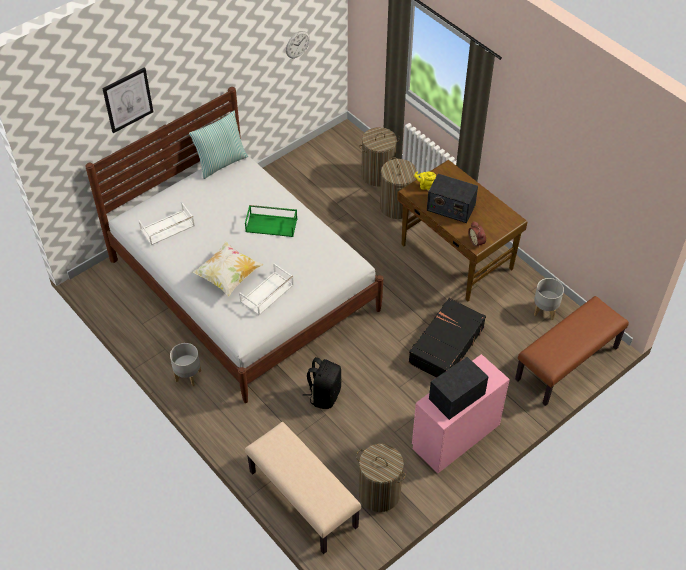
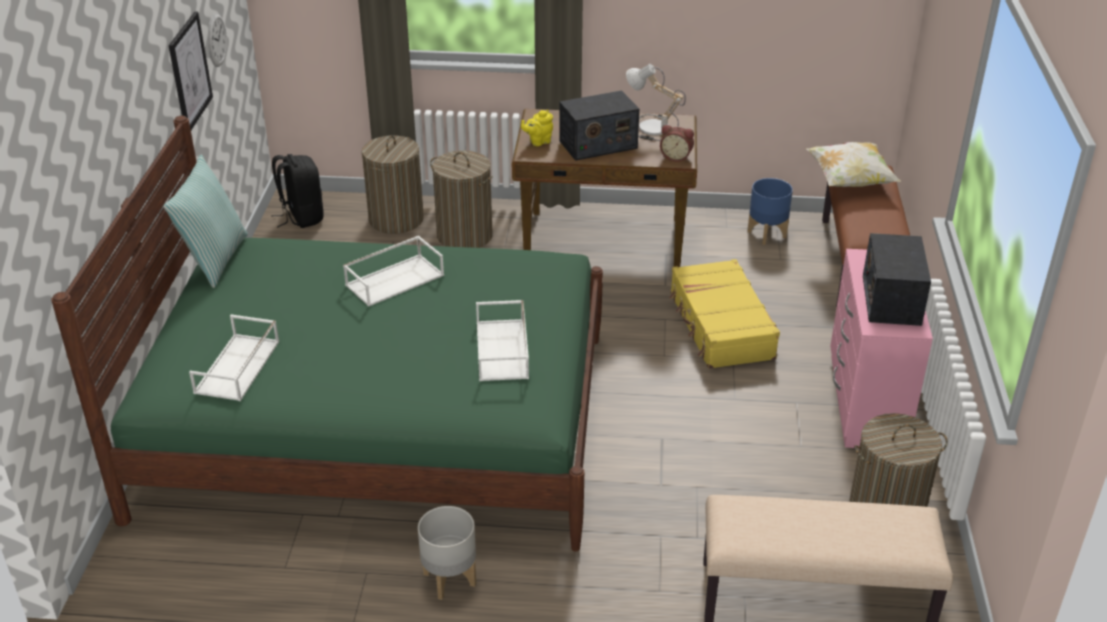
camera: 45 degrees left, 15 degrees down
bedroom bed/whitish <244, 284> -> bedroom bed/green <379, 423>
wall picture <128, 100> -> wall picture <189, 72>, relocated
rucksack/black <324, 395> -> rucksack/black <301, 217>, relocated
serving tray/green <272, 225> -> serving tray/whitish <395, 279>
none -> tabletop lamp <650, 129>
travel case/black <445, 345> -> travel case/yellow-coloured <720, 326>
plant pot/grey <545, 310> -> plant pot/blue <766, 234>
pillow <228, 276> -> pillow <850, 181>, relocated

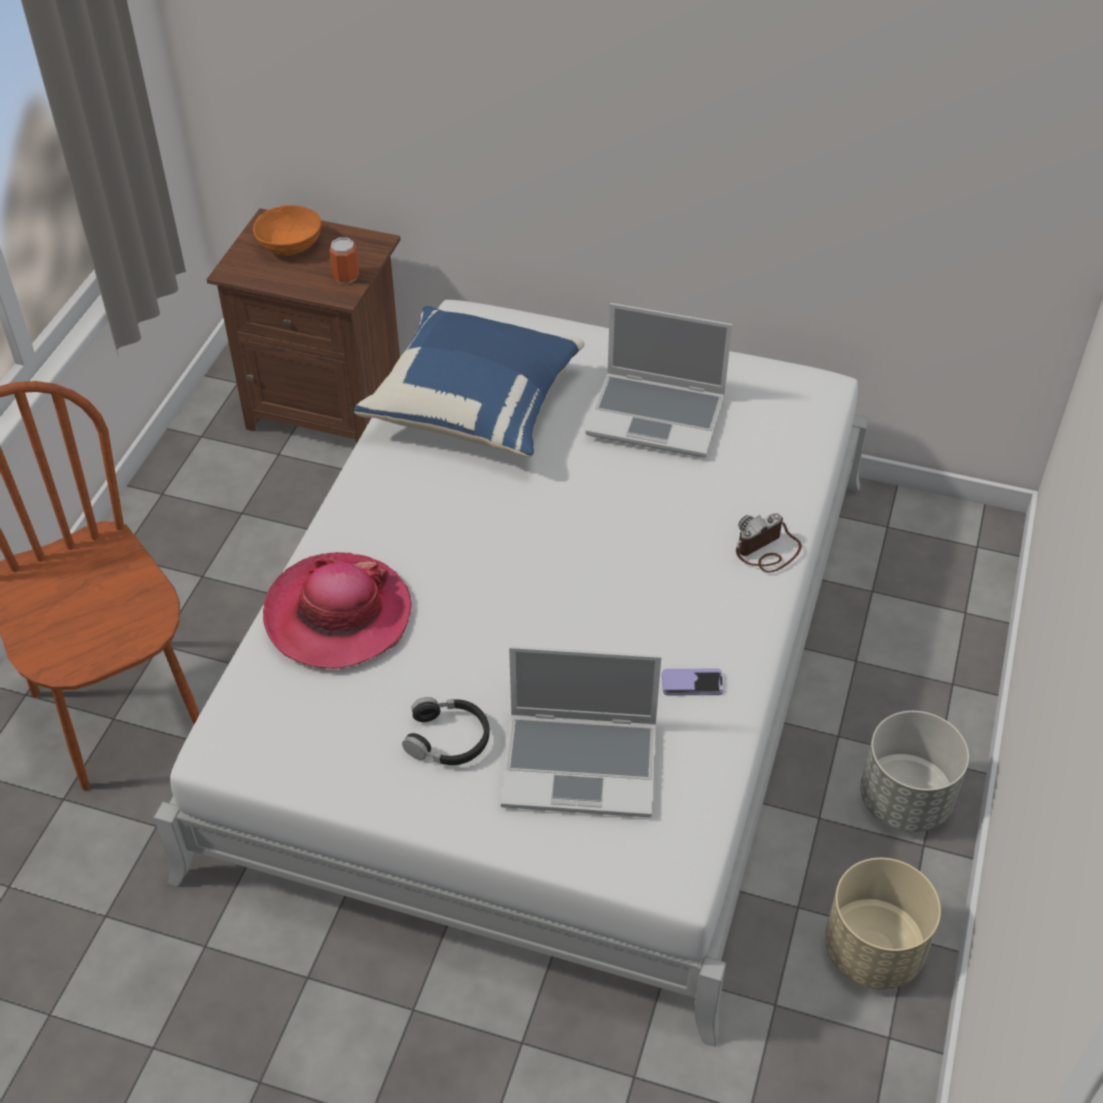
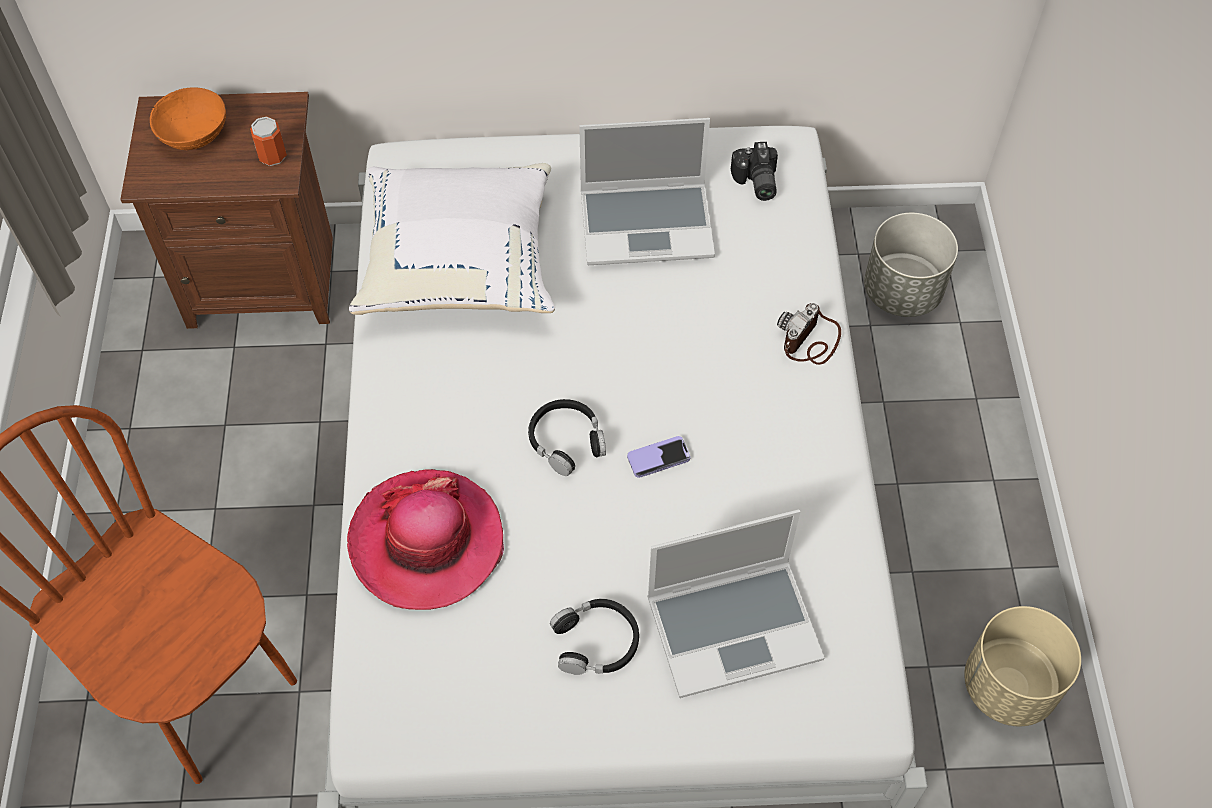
camera: 20 degrees left, 10 degrees up
pillow/blue <475, 406> -> pillow/whitish <460, 262>
none -> pair of headphones/black <566, 441>
handset <692, 683> -> handset <658, 458>, relocated
none -> still camera <755, 182>
plant pot/grey <904, 799> -> plant pot/grey <902, 291>, relocated

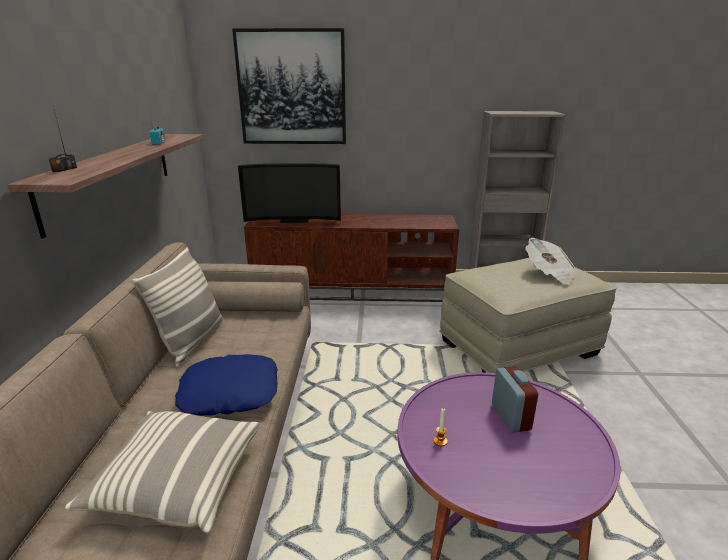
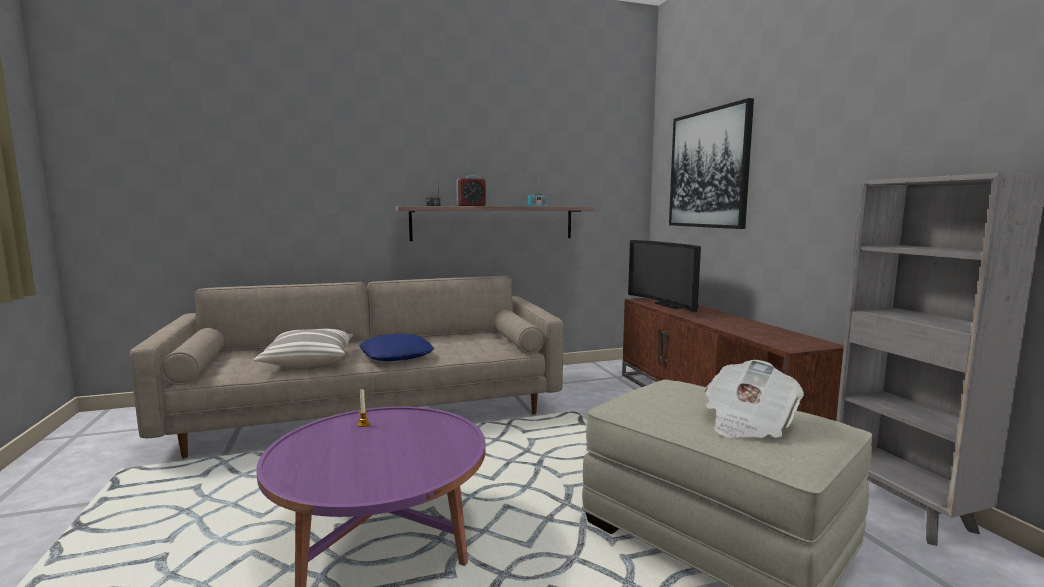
camera: 70 degrees right, 15 degrees down
table clock <510, 417> -> table clock <471, 206>, relocated
pillow <191, 341> -> none

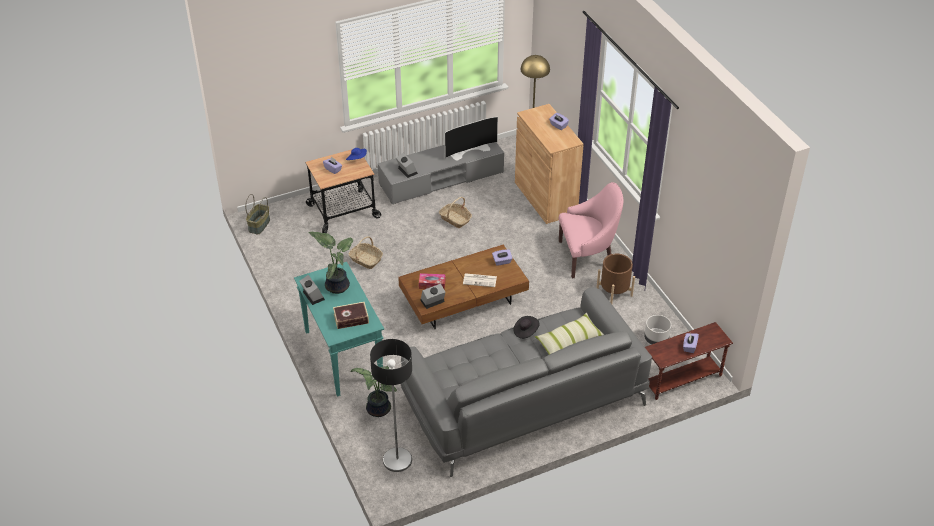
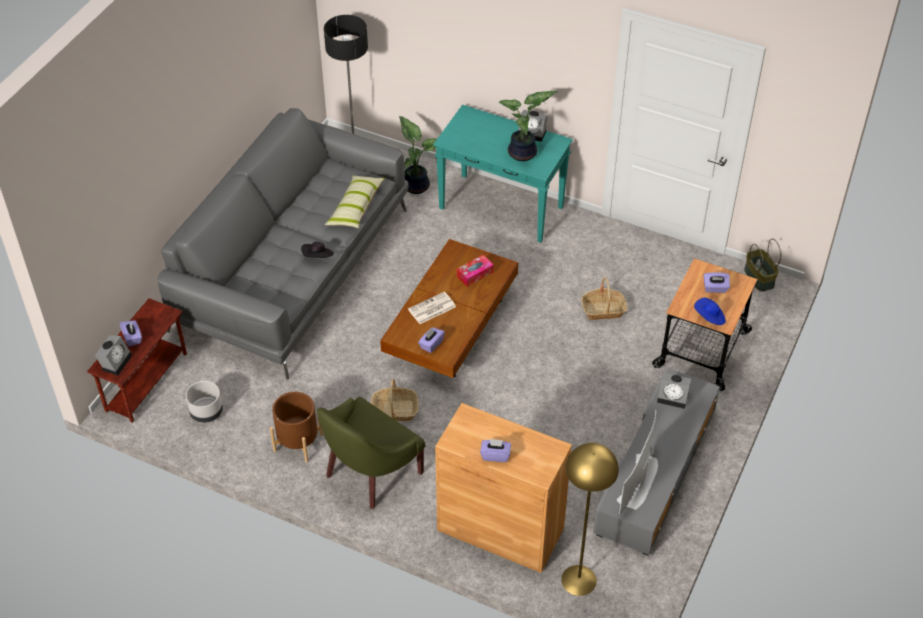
camera: 140 degrees right, 5 degrees up
table clock <432, 302> -> table clock <116, 361>, relocated
lounge chair/pink-coloured <587, 256> -> lounge chair/green <369, 472>
pillow <569, 341> -> pillow <356, 207>, relocated
household basket <455, 219> -> household basket <394, 410>, relocated
volume <351, 319> -> none

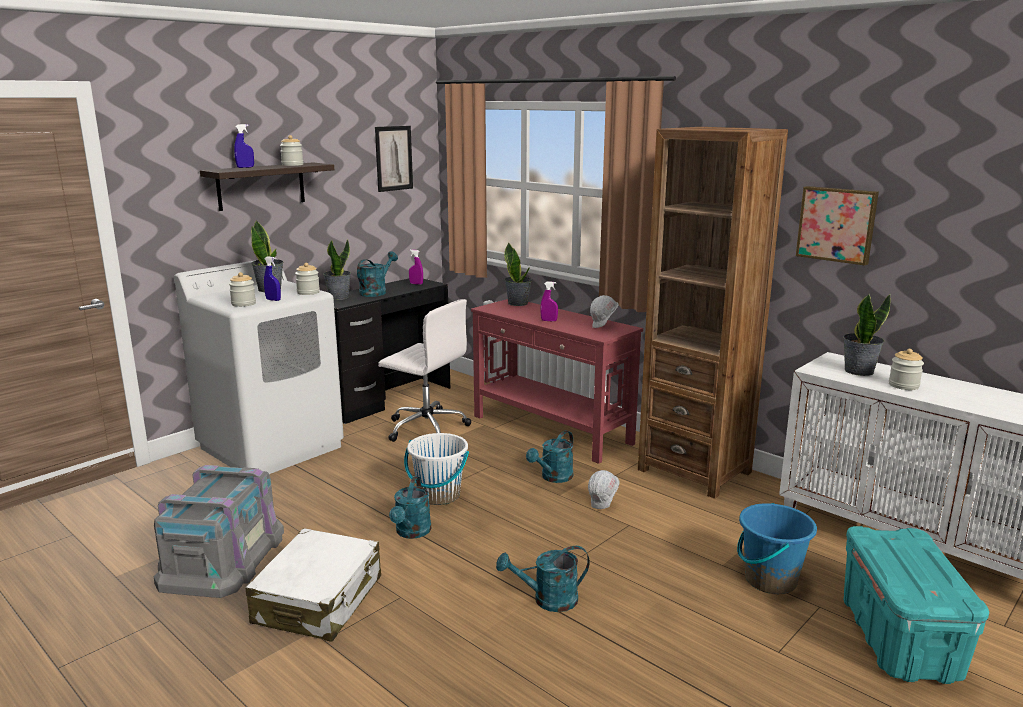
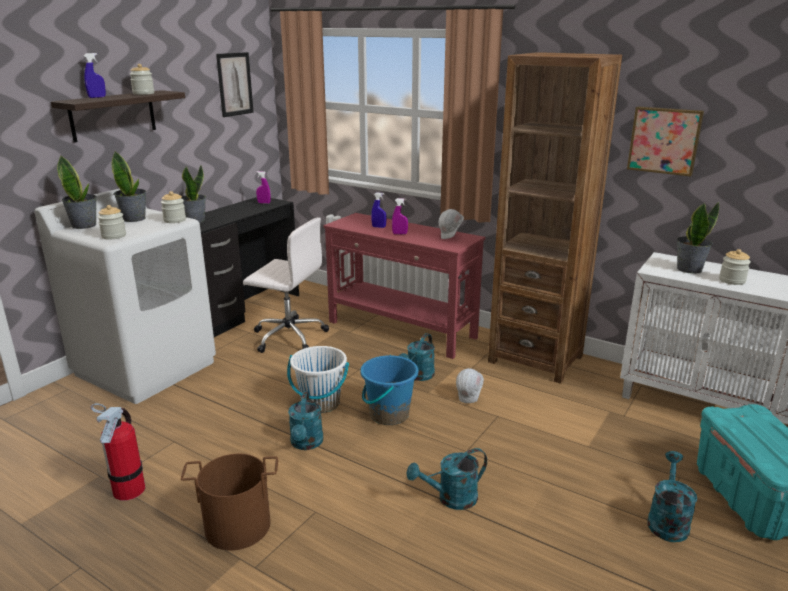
camera: 10 degrees left, 5 degrees up
plant in a pot <518, 303> -> plant in a pot <84, 225>, relocated
storage bin/grey <223, 557> -> fire-fighting cylinder <129, 489>
travel case/whitish <319, 600> -> water bucket/brown-coloured <238, 525>
water bucket/blue <770, 580> -> water bucket/blue <389, 414>, relocated
spray bottle/blue <273, 300> -> spray bottle/blue <379, 227>, relocated
watering pot/blue-green <376, 292> -> watering pot/blue-green <667, 520>, relocated

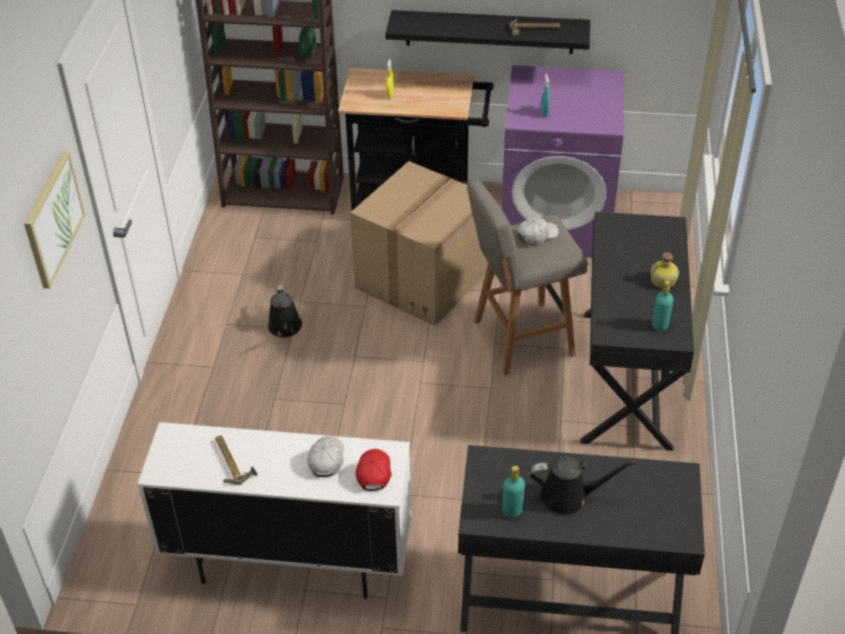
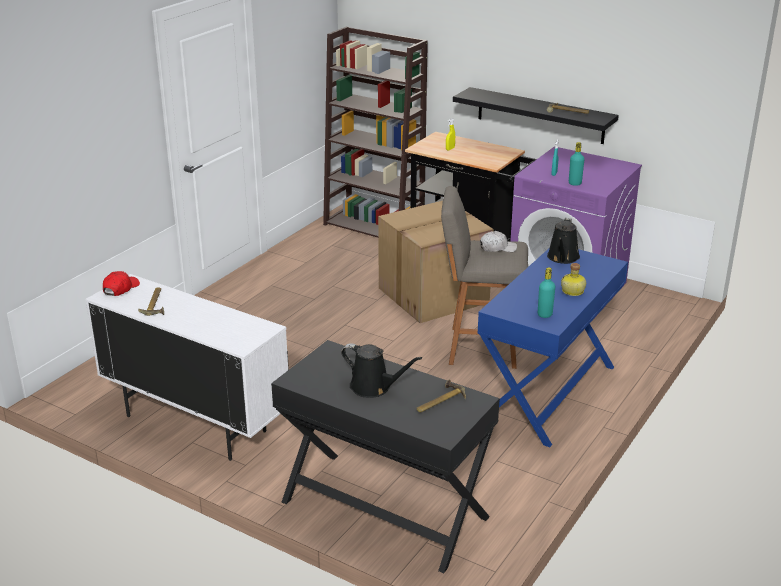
camera: 25 degrees right, 15 degrees down
baseball cap/red <373, 473> -> baseball cap/red <120, 288>, relocated
none -> hand hammer <439, 401>
desk unit/black <627, 378> -> desk unit/blue <548, 393>
watering pot/black <285, 328> -> watering pot/black <563, 258>, relocated
drink bottle/blue-green <512, 511> -> drink bottle/blue-green <575, 183>, relocated
wall picture <53, 218> -> none
baseball cap/whitish <326, 459> -> none

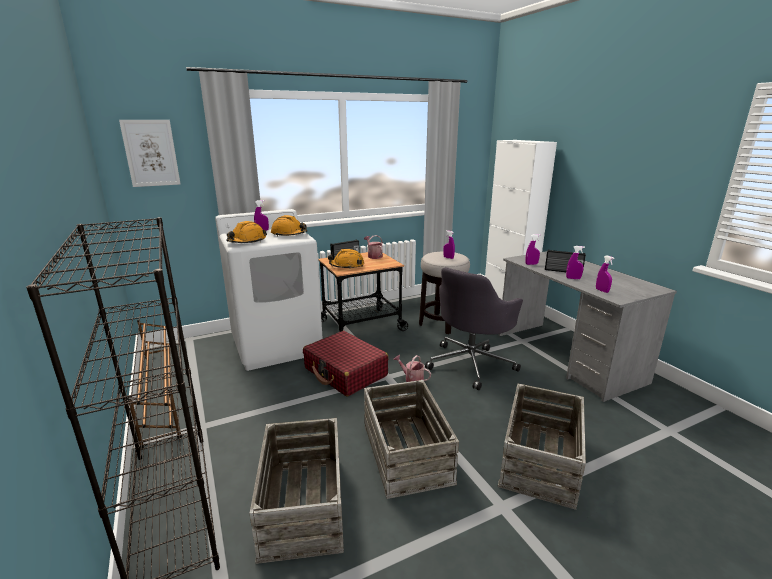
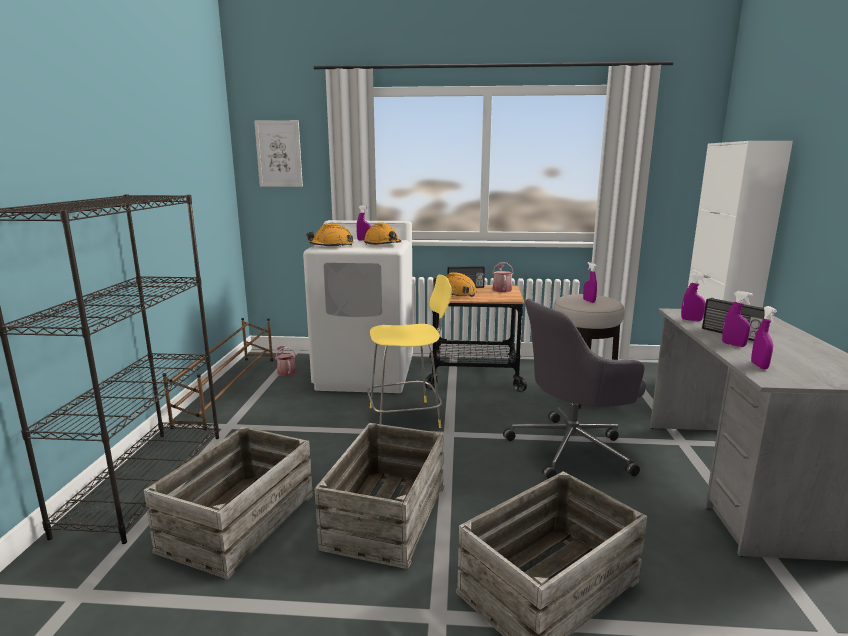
camera: 30 degrees right, 5 degrees down
watering pot <412, 379> -> watering pot <286, 371>, relocated
travel case/red <345, 372> -> stool/yellow-coloured <407, 417>

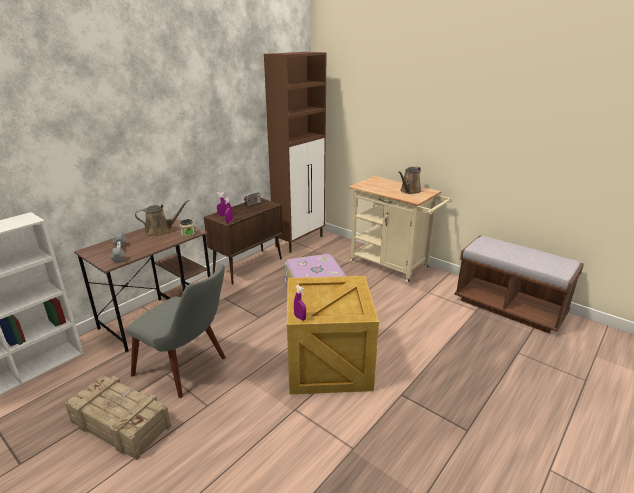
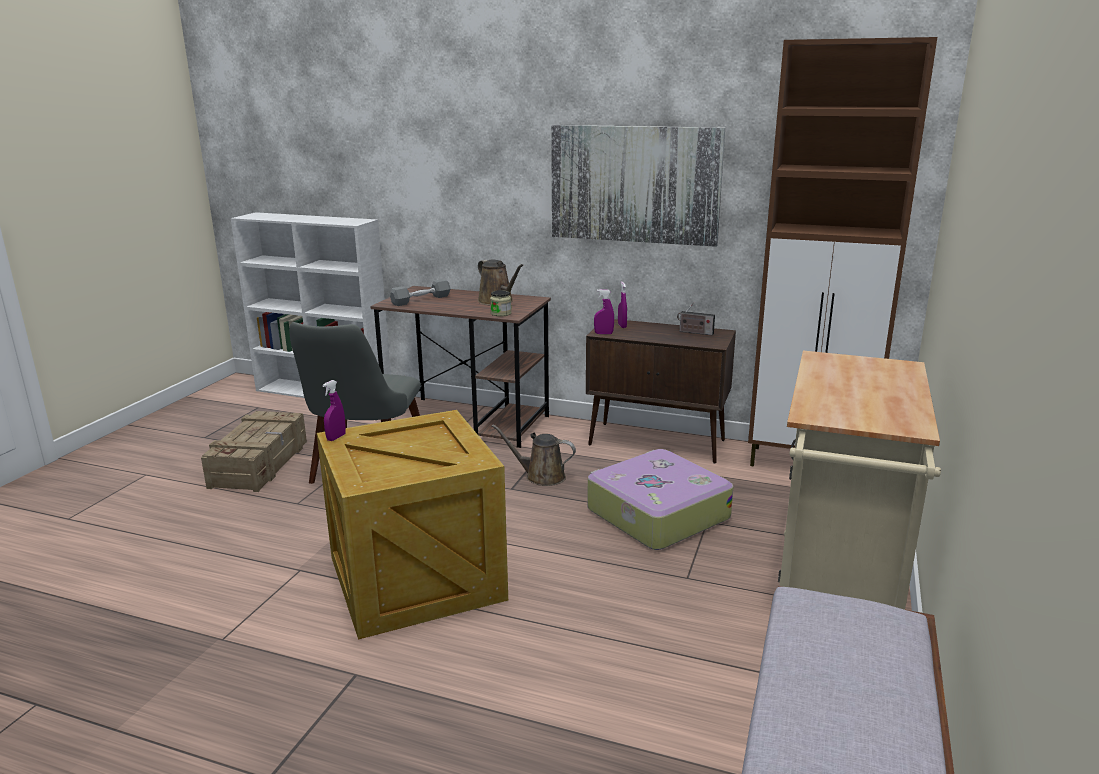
camera: 70 degrees right, 5 degrees down
watering pot/brown-coloured <409, 191> -> watering pot/brown-coloured <541, 476>, relocated
none -> wall picture <634, 184>

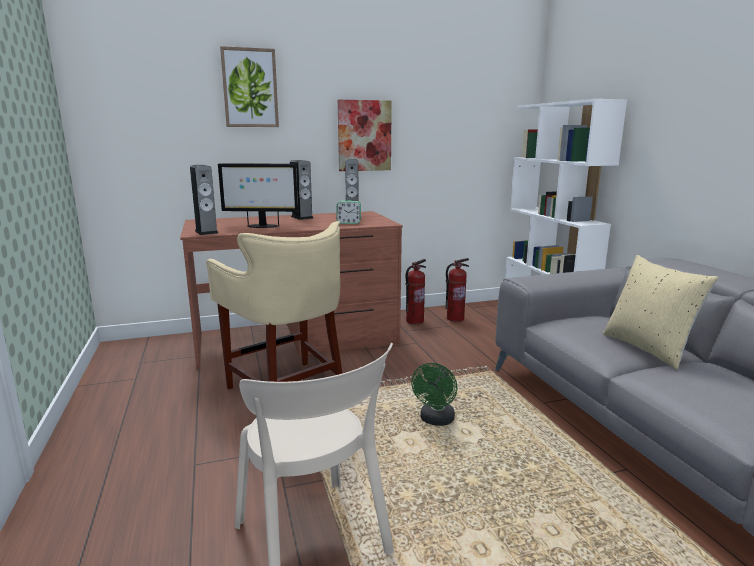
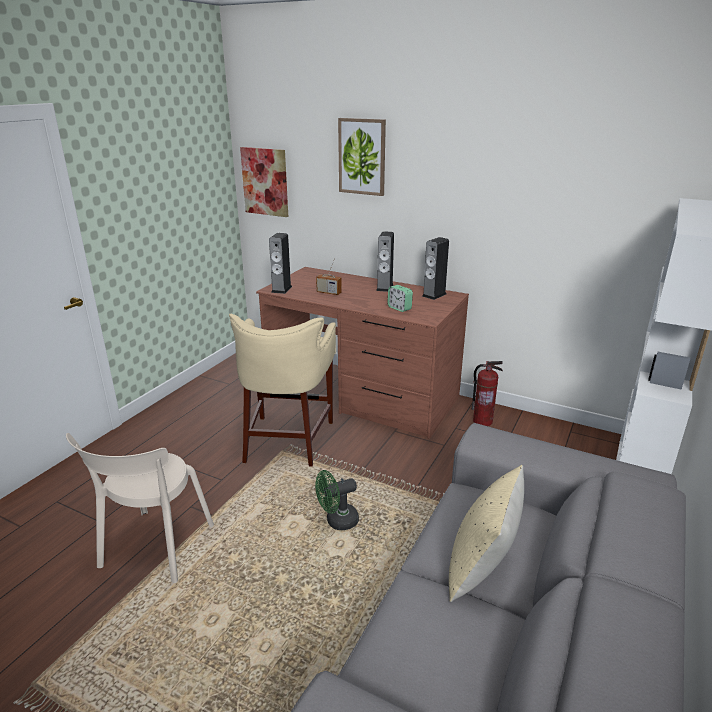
camera: 45 degrees right, 10 degrees up
wall picture <364, 136> -> wall picture <265, 182>, relocated
computer screen <261, 226> -> radio receiver <329, 292>
fire-fighting cylinder <455, 318> -> none

